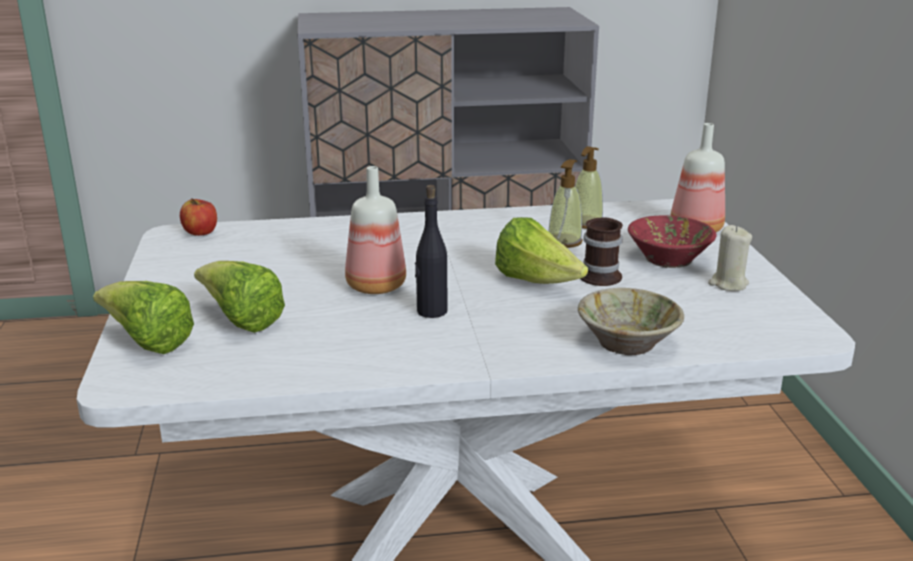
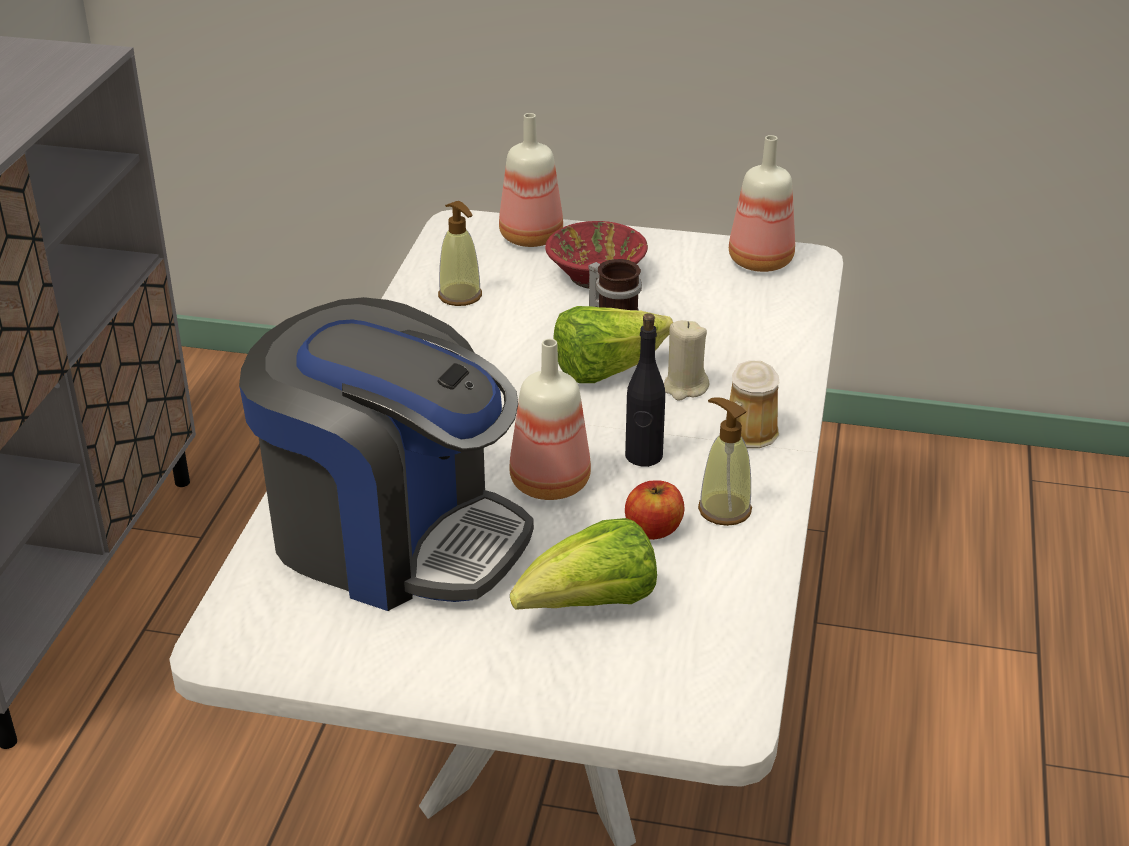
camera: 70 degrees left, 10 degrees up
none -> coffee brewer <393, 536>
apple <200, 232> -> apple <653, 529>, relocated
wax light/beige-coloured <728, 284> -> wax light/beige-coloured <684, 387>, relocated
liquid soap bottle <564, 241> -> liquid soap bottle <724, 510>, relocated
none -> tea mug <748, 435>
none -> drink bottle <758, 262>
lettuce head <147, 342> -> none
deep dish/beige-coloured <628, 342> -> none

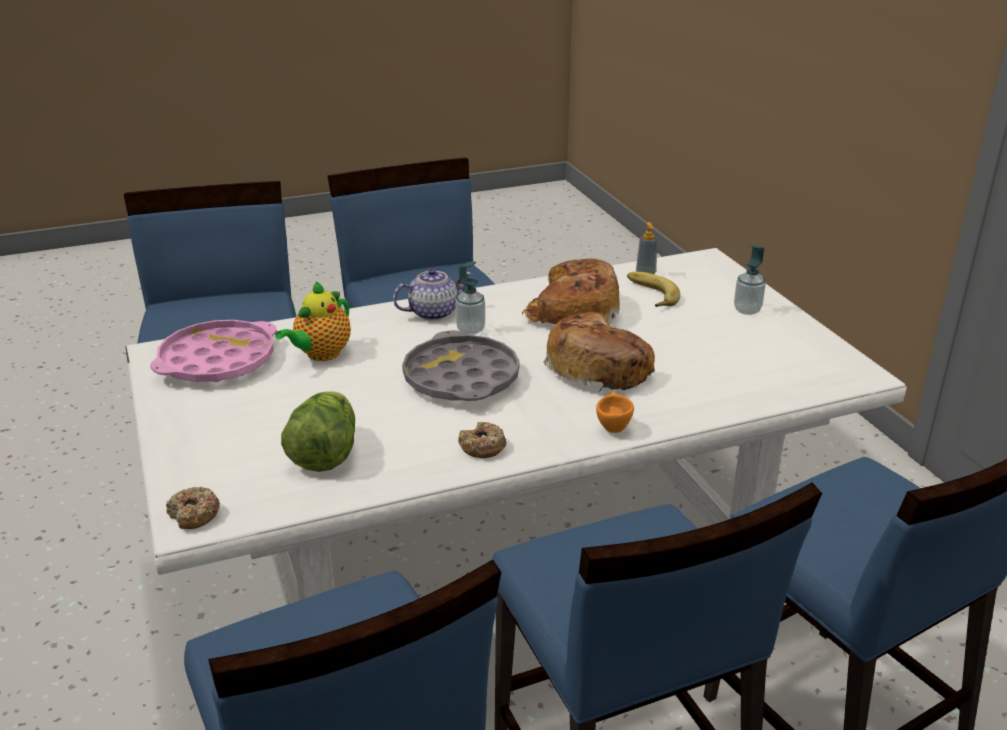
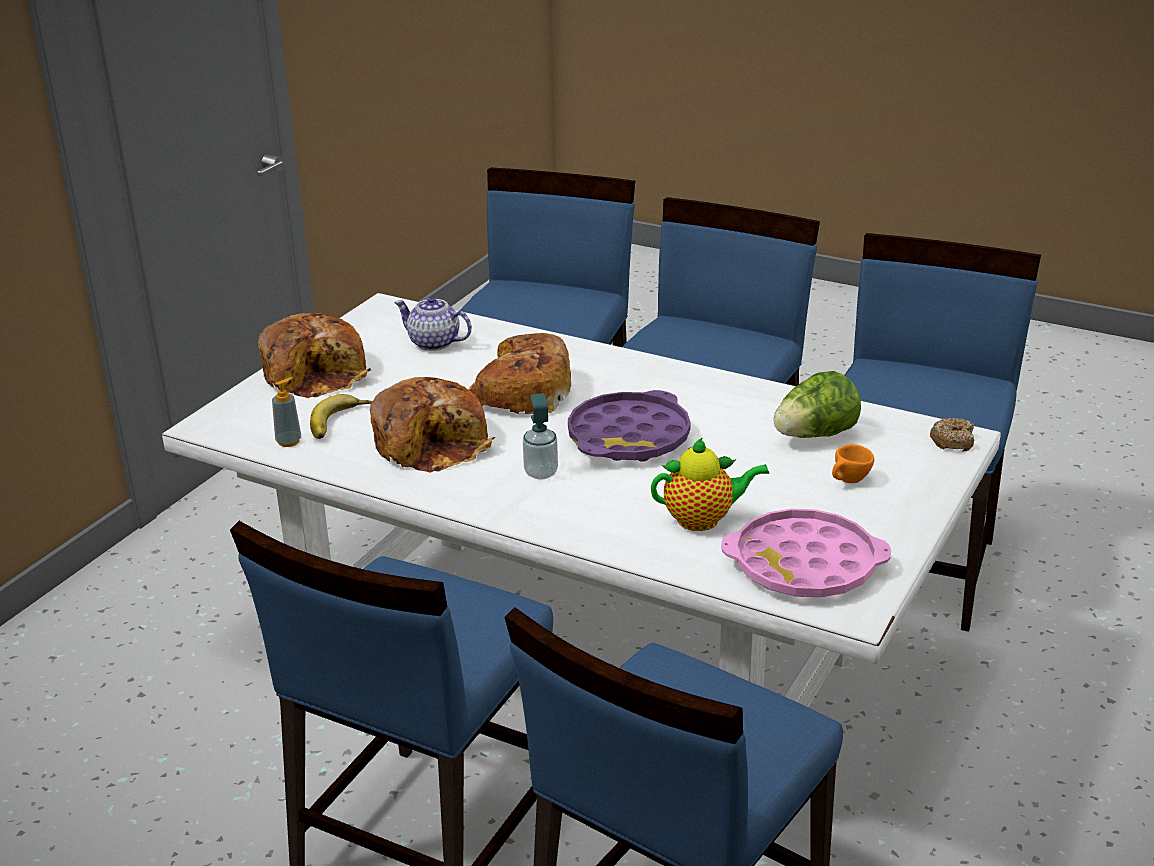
camera: 130 degrees left, 0 degrees up
liquid soap bottle <747, 310> -> bakery bread <316, 373>
teapot <432, 313> -> teapot <434, 343>, relocated
serving tray/grey <461, 378> -> serving tray/purplish <629, 437>
drinking cup/orange <612, 426> -> drinking cup/orange <849, 482>, relocated
doughnut <482, 447> -> none

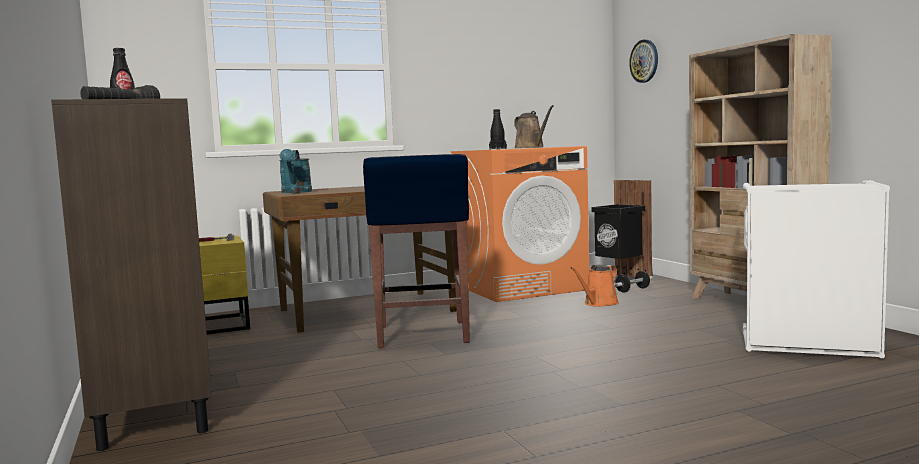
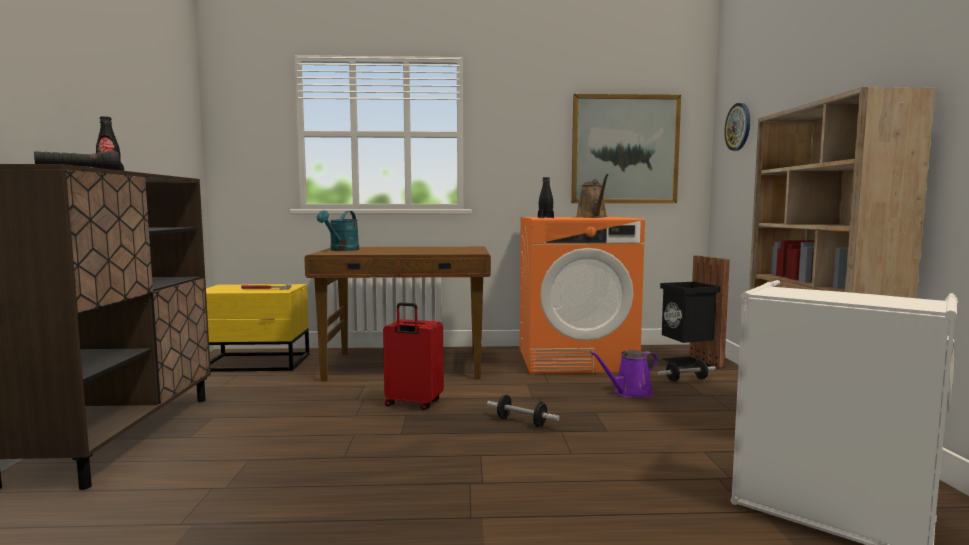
camera: 20 degrees right, 0 degrees up
stool/blue <422, 335> -> travel case/red <413, 404>
none -> dumbbell <521, 422>
none -> wall picture <624, 149>
watering pot/orange <599, 303> -> watering pot/purplish <629, 393>

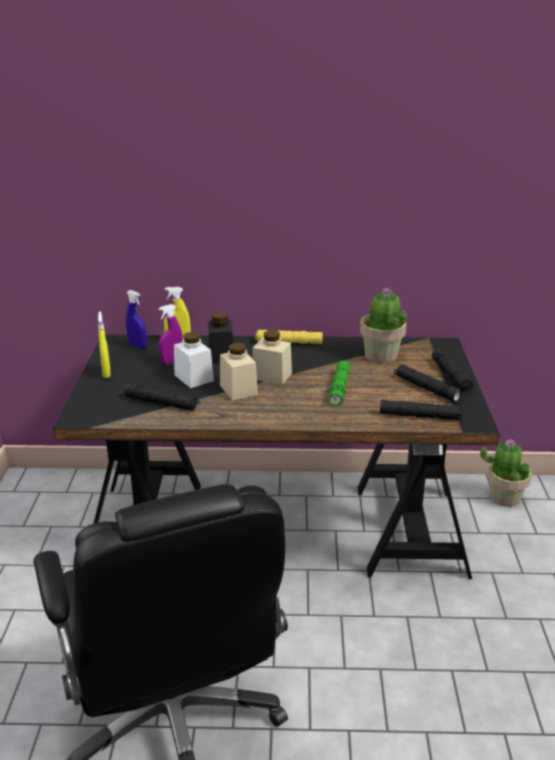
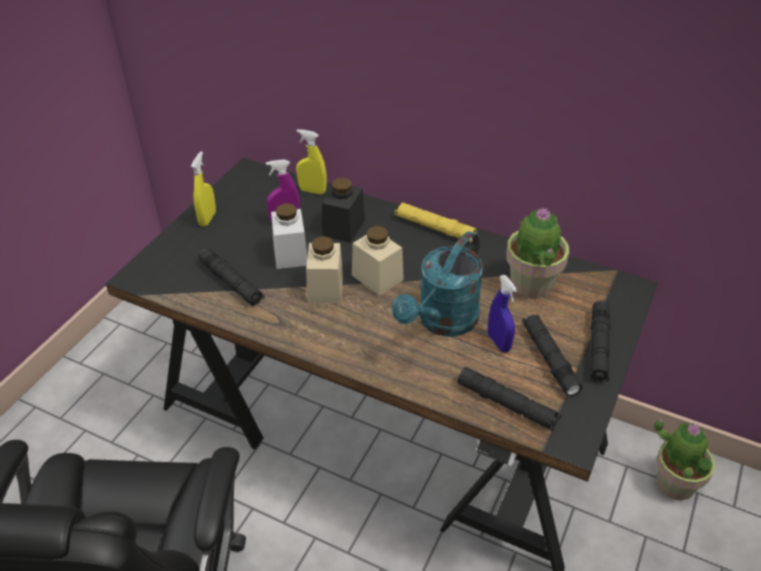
camera: 25 degrees right, 15 degrees up
hand torch/green <339, 388> -> watering pot/blue-green <442, 322>
spray bottle/blue <137, 346> -> spray bottle/blue <499, 342>, relocated

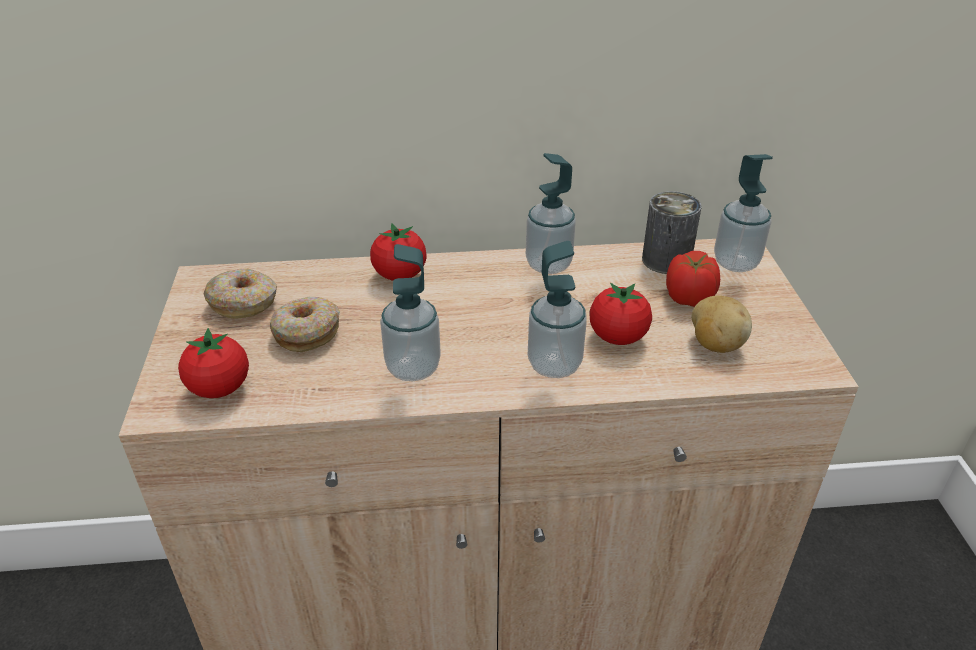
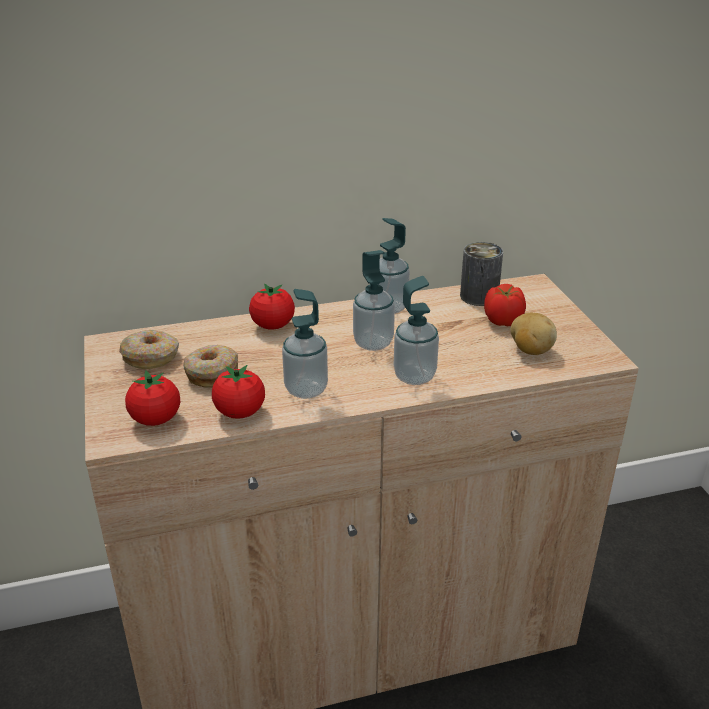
camera: 10 degrees left, 5 degrees down
tomato <617, 337> -> tomato <240, 412>, relocated
liquid soap bottle <736, 263> -> liquid soap bottle <373, 343>, relocated

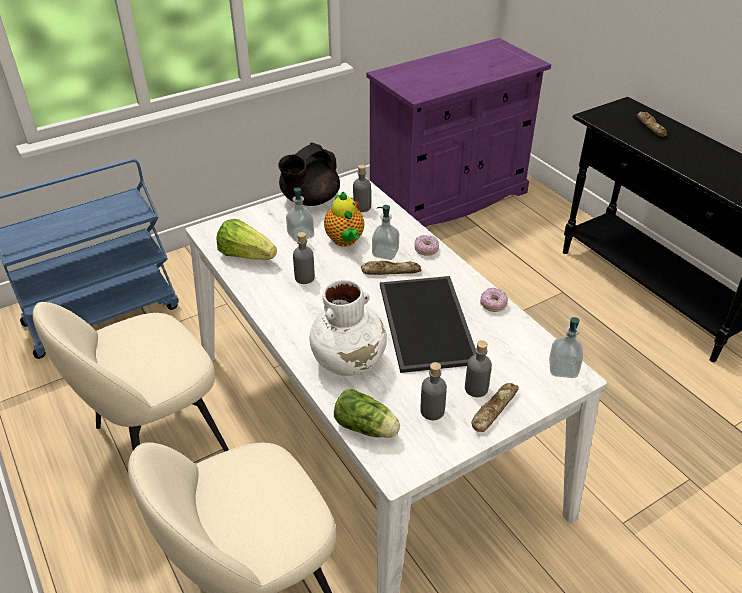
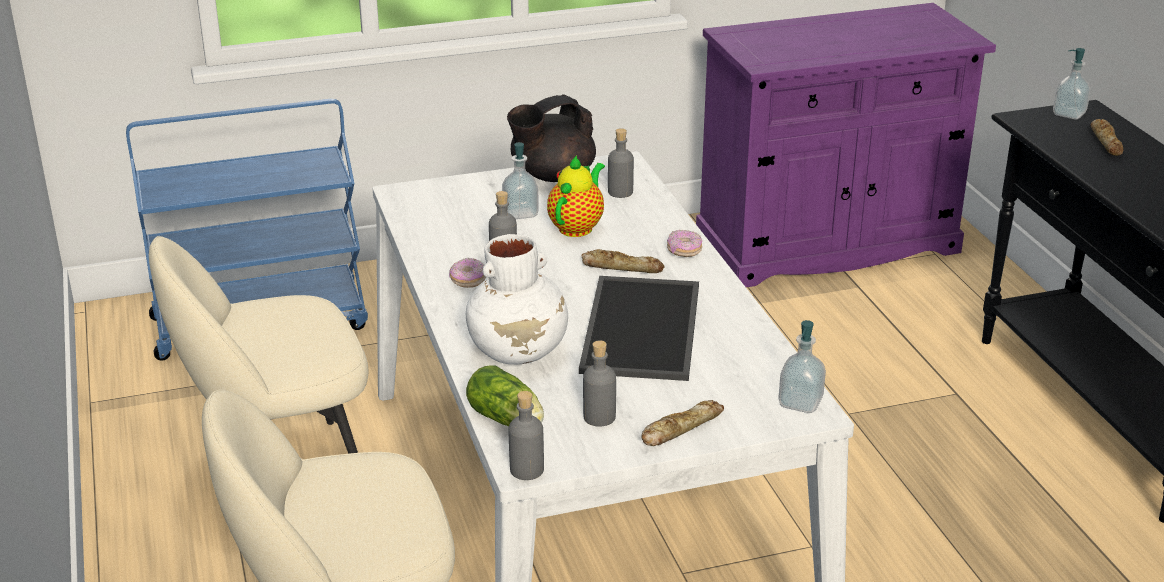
camera: 15 degrees right, 10 degrees down
doughnut <493, 305> -> doughnut <468, 280>, relocated
drink bottle/grey <476, 388> -> drink bottle/grey <526, 470>, relocated
teapot <345, 241> -> teapot <577, 227>, 150 degrees counterclockwise
liquid soap bottle <385, 253> -> liquid soap bottle <1069, 114>, relocated
lettuce head <246, 255> -> none

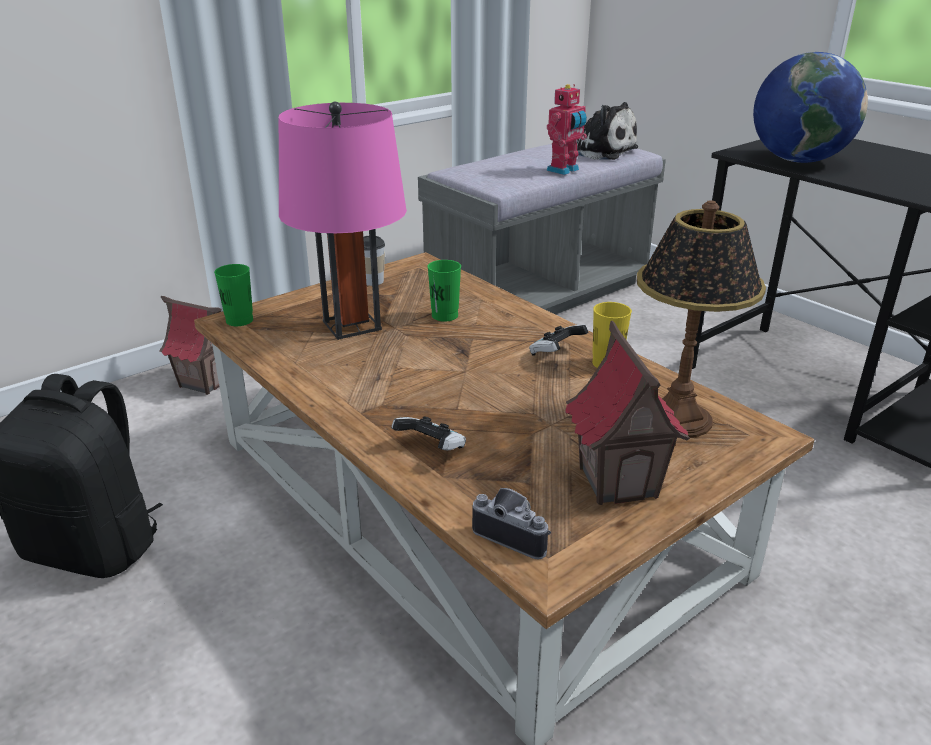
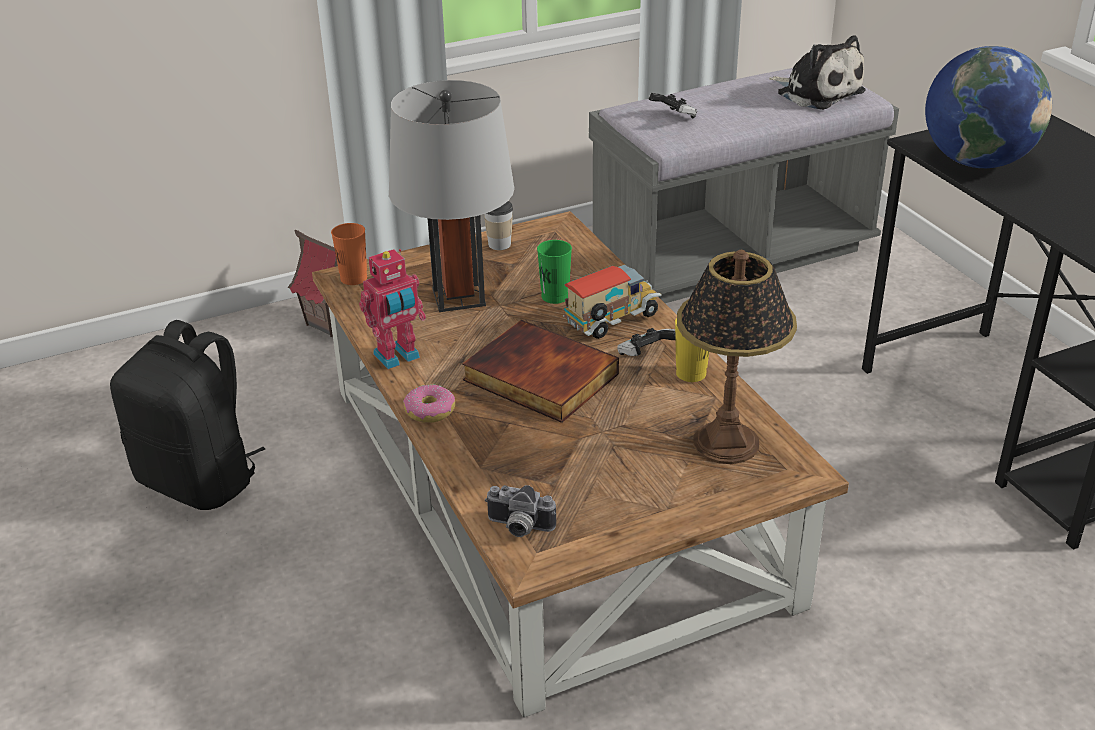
camera: 15 degrees right, 5 degrees up
drinking cup/green <239, 320> -> drinking cup/orange <353, 278>
toy robot <564, 170> -> toy robot <398, 357>, relocated
tabletop lamp/pink-coloured <351, 325> -> tabletop lamp/grey <458, 297>
none -> doughnut <429, 411>
none -> volume <538, 378>
still camera <515, 534> -> still camera <518, 528>, 150 degrees clockwise
none -> model truck <612, 322>
gamepad <431, 449> -> gamepad <673, 117>, relocated
toy house <619, 481> -> none

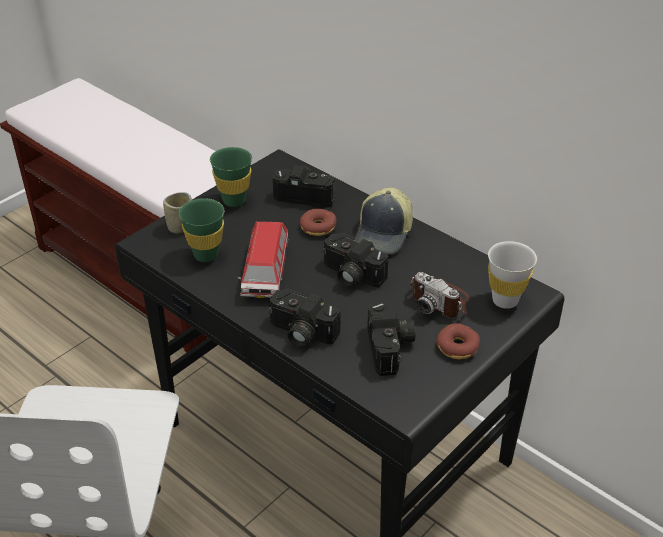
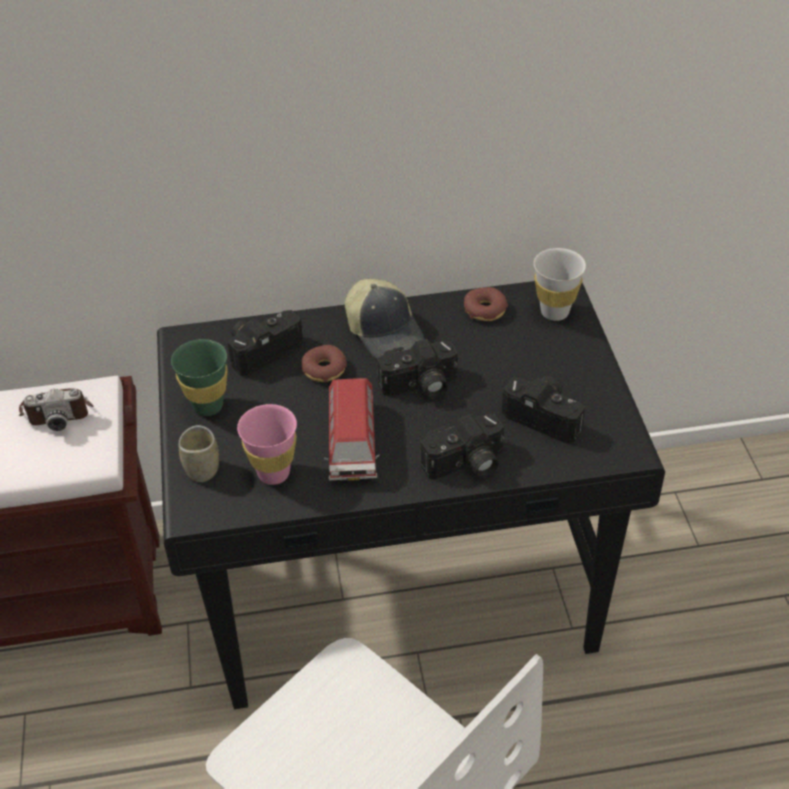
camera: 50 degrees left, 5 degrees up
still camera <440, 300> -> still camera <57, 410>, relocated
drinking cup/green <206, 255> -> drinking cup/pink-coloured <274, 473>
toy car <265, 273> -> toy car <352, 443>, 45 degrees clockwise
doughnut <457, 347> -> doughnut <485, 310>, relocated

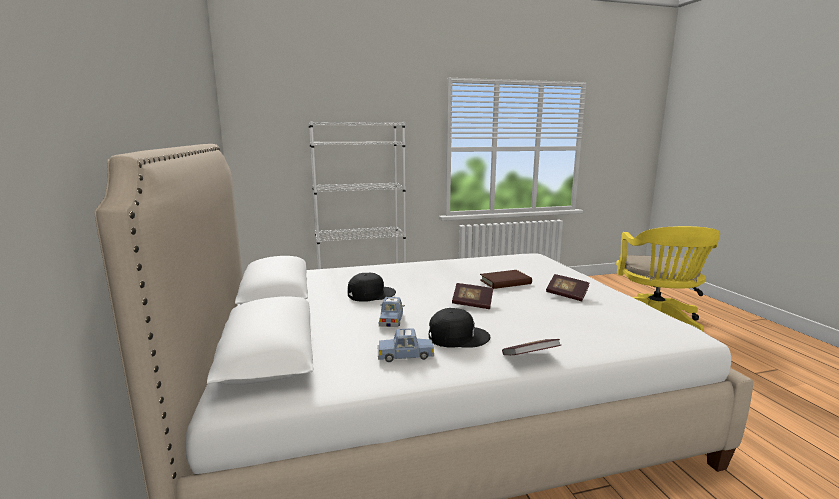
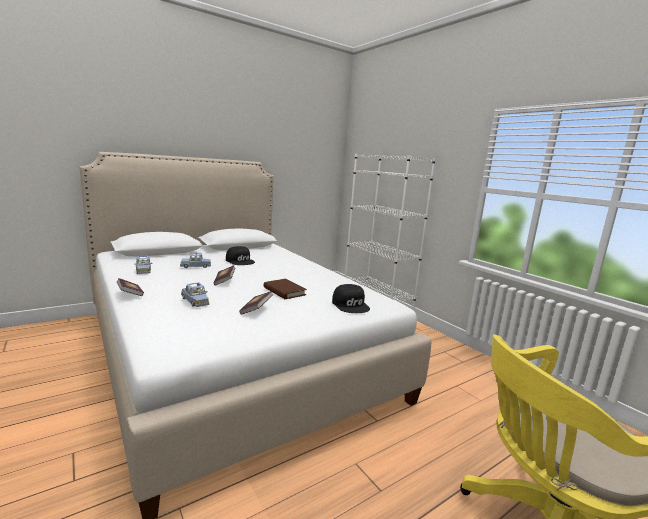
camera: 70 degrees right, 0 degrees up
none -> toy car/blue <195, 301>
baseball cap/black <457, 336> -> baseball cap/black <351, 305>, relocated

